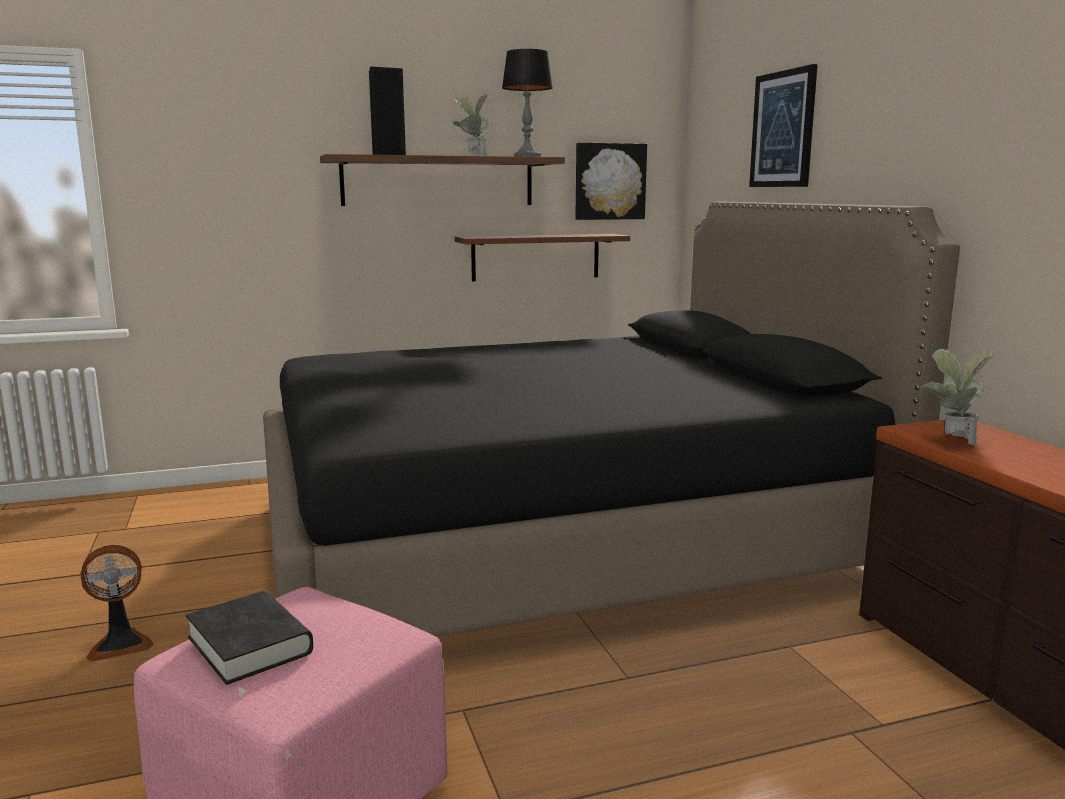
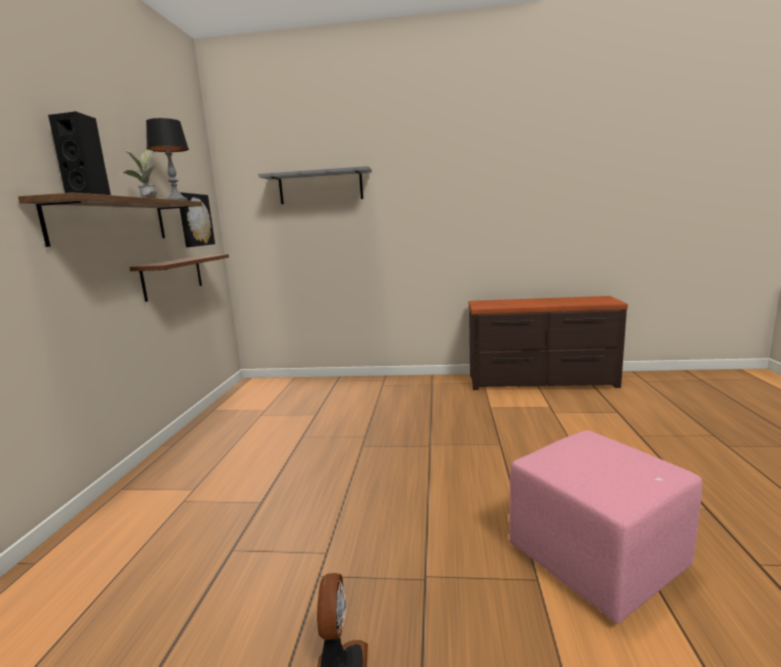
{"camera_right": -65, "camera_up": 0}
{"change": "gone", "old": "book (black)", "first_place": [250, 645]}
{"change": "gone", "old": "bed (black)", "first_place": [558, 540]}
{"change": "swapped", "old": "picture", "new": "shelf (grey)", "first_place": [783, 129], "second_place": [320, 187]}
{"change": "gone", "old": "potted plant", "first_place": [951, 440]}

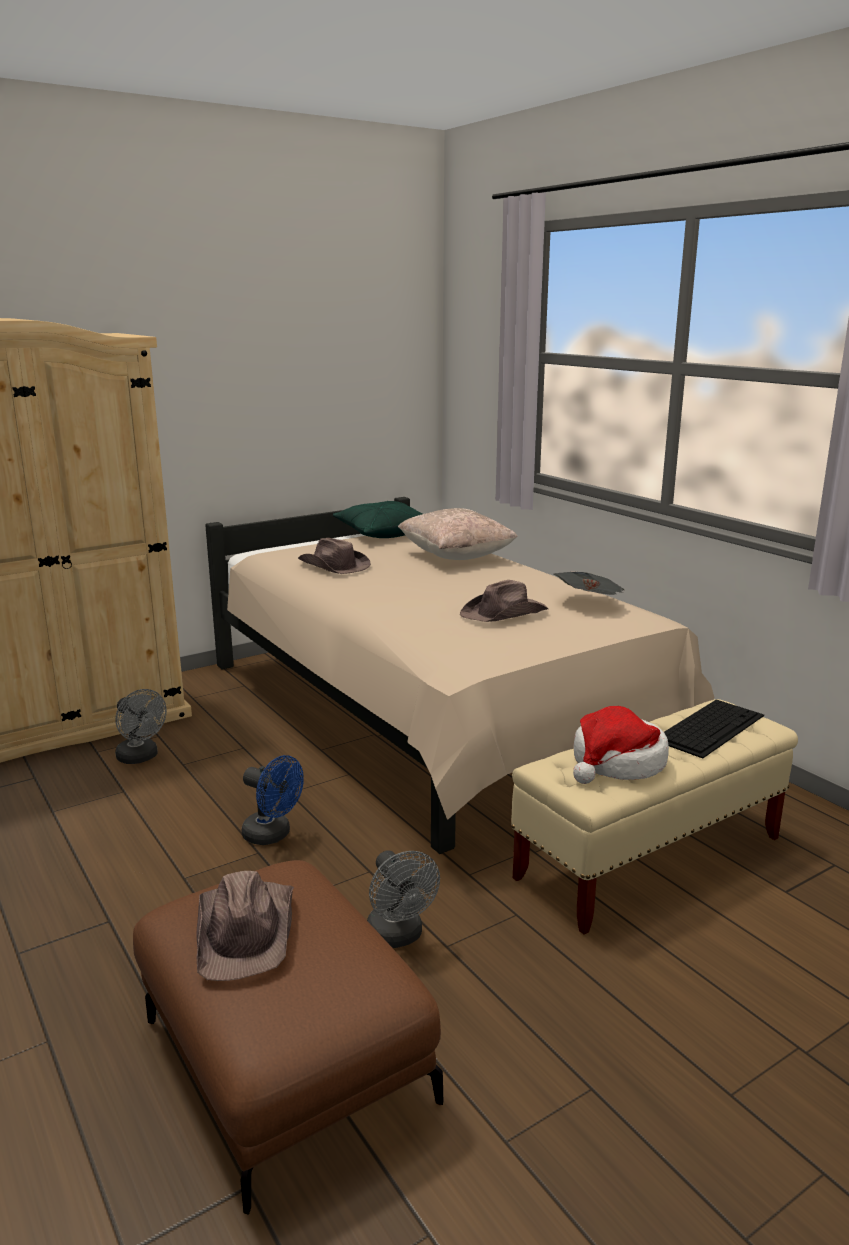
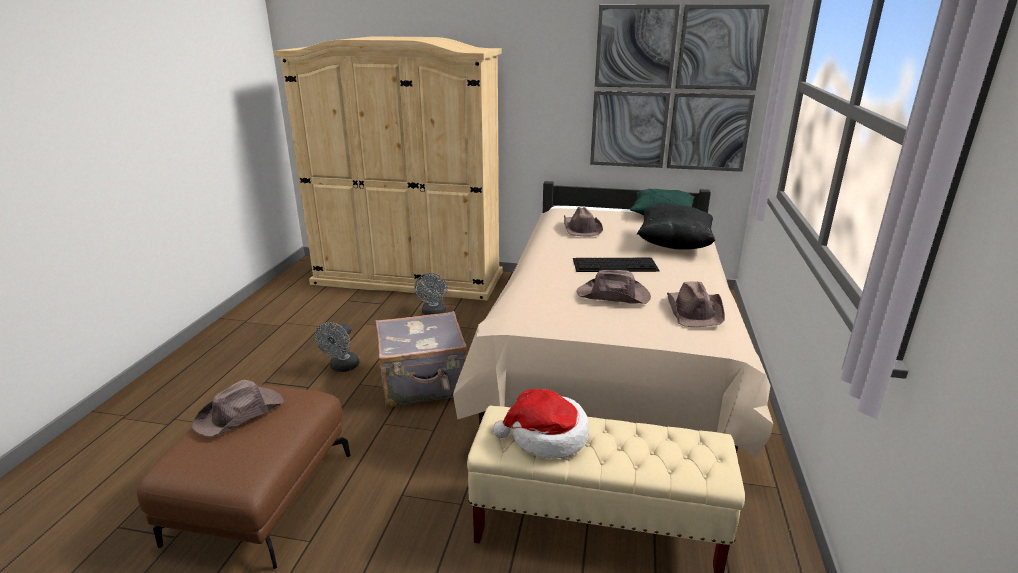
{"camera_right": 45, "camera_up": 5}
{"change": "swapped", "old": "fan (blue)", "new": "suitcase (grey)", "first_place": [273, 835], "second_place": [424, 384]}
{"change": "shifted", "old": "fan (grey)", "first_place": [399, 937], "second_place": [342, 367]}
{"change": "repainted", "old": "pillow (beige)", "new": "pillow (black)", "first_place": [456, 557], "second_place": [674, 245]}
{"change": "swapped", "old": "newspaper", "new": "hat (brown)", "first_place": [590, 602], "second_place": [695, 310]}
{"change": "shifted", "old": "keyboard", "first_place": [710, 727], "second_place": [615, 264]}
{"change": "new", "new": "picture", "second_place": [672, 90]}

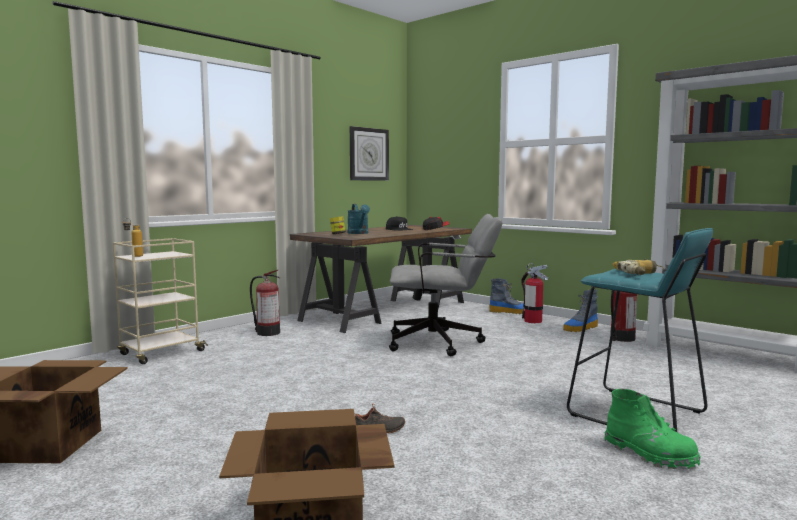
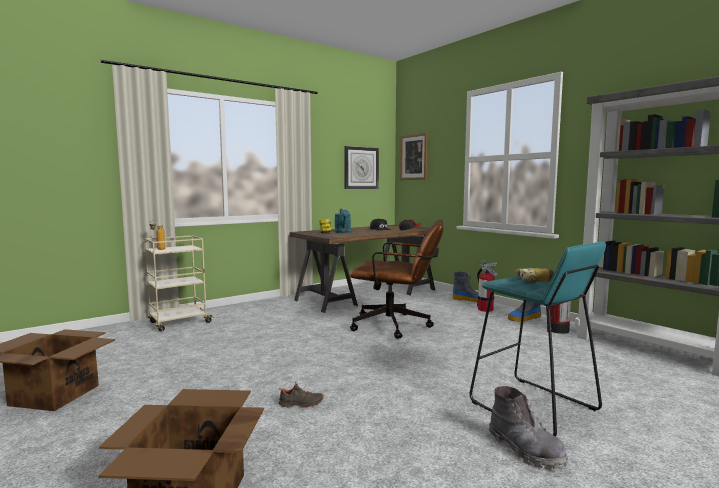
{"camera_right": 10, "camera_up": 0}
{"change": "gone", "old": "fire extinguisher", "first_place": [267, 333]}
{"change": "repainted", "old": "office chair (grey)", "new": "office chair (brown)", "first_place": [443, 343], "second_place": [397, 326]}
{"change": "repainted", "old": "boot (green)", "new": "boot (grey)", "first_place": [649, 454], "second_place": [525, 449]}
{"change": "new", "new": "picture", "second_place": [413, 157]}

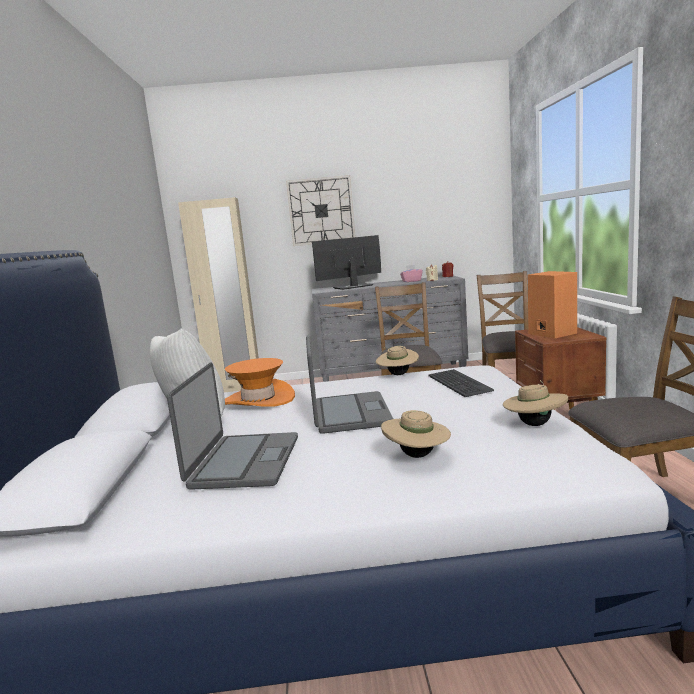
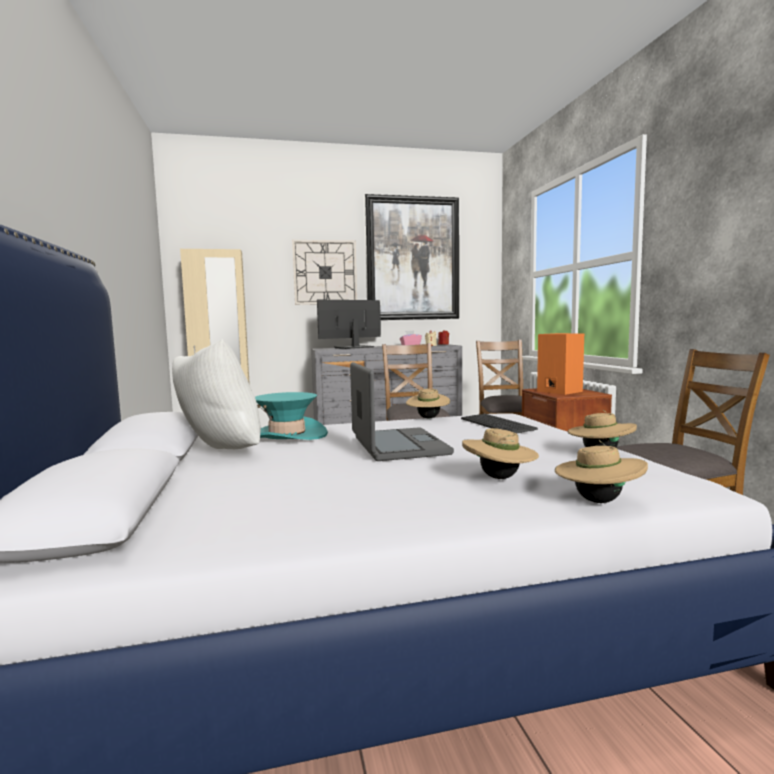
{"camera_right": -10, "camera_up": -5}
{"change": "gone", "old": "laptop", "first_place": [244, 462]}
{"change": "repainted", "old": "hat (orange)", "new": "hat (turquoise)", "first_place": [258, 400], "second_place": [287, 435]}
{"change": "new", "new": "picture", "second_place": [412, 259]}
{"change": "new", "new": "hat (beige)", "second_place": [598, 501]}

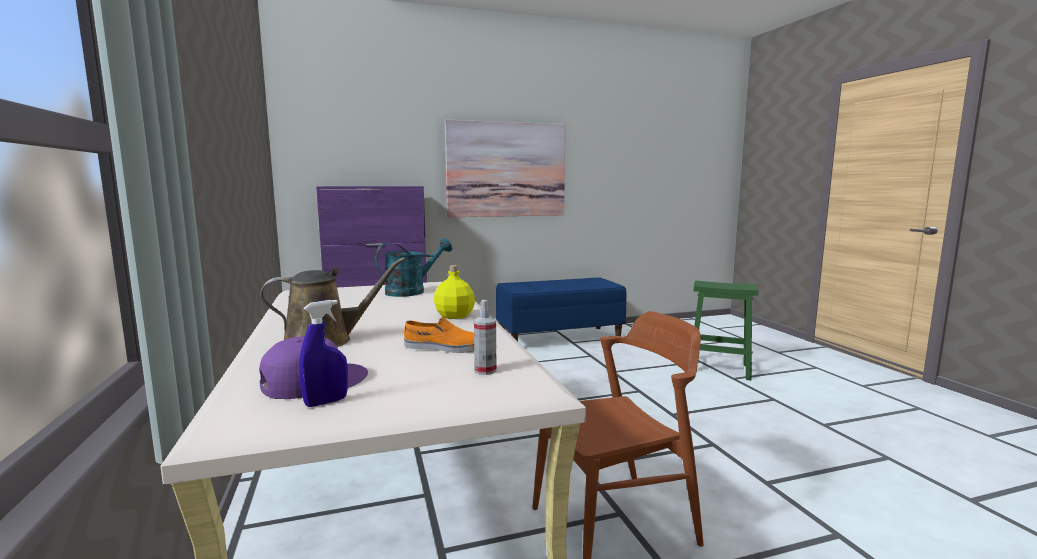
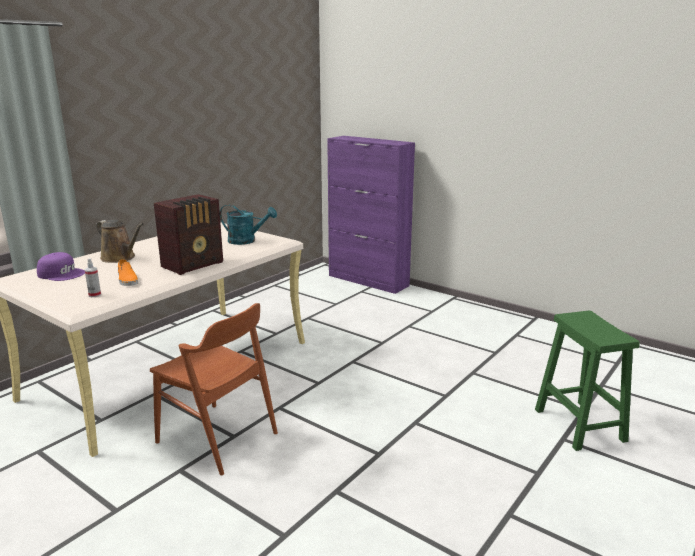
{"camera_right": 55, "camera_up": 10}
{"change": "gone", "old": "spray bottle (blue)", "first_place": [326, 402]}
{"change": "swapped", "old": "bottle (yellow)", "new": "radio", "first_place": [454, 316], "second_place": [194, 265]}
{"change": "gone", "old": "picture", "first_place": [506, 169]}
{"change": "gone", "old": "bench (blue)", "first_place": [559, 338]}

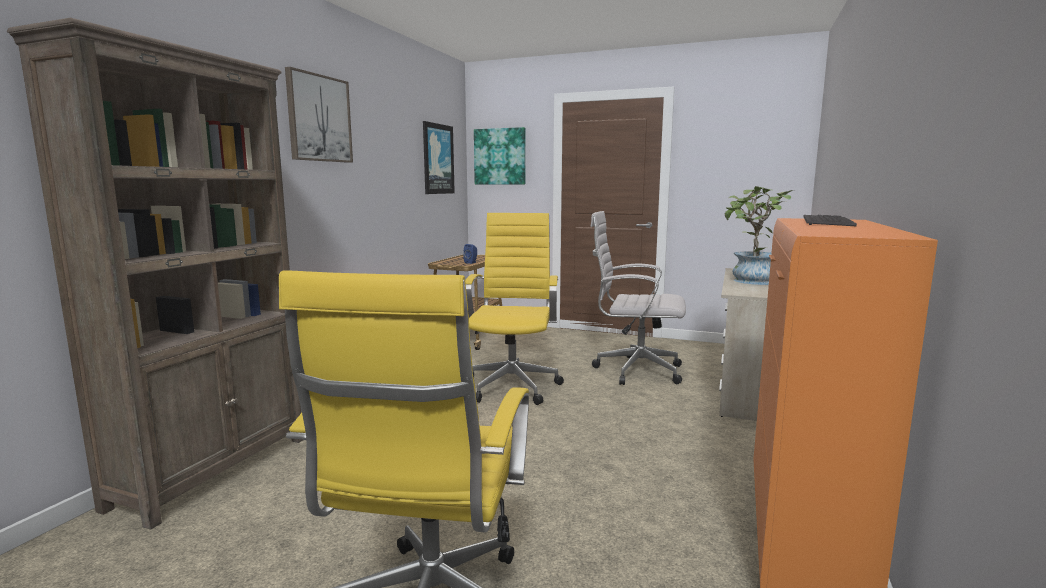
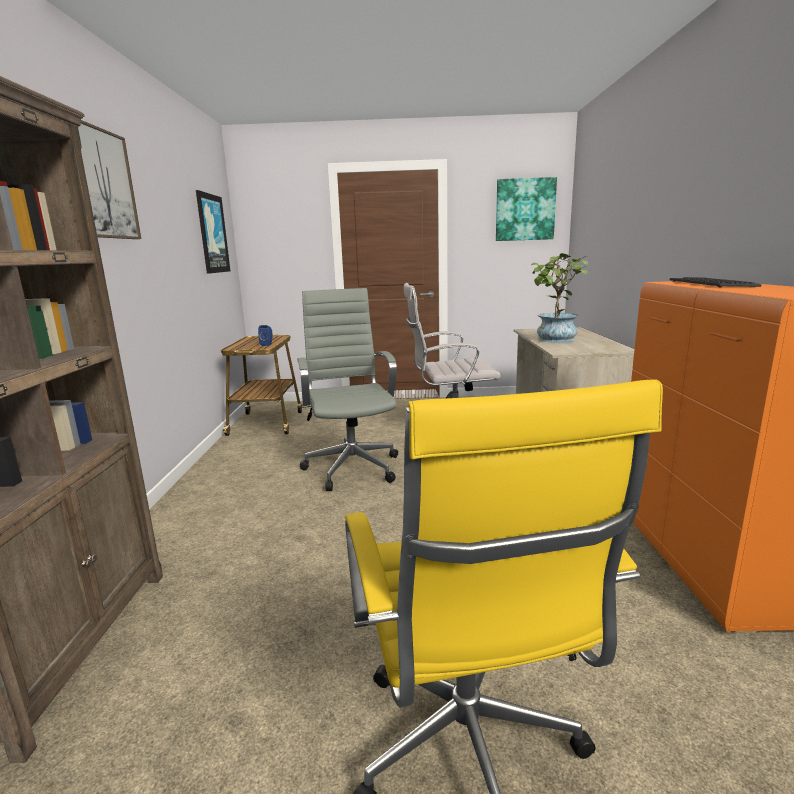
{"camera_right": -20, "camera_up": 5}
{"change": "repainted", "old": "office chair (yellow)", "new": "office chair (grey)", "first_place": [513, 386], "second_place": [352, 466]}
{"change": "shifted", "old": "picture", "first_place": [500, 156], "second_place": [525, 209]}

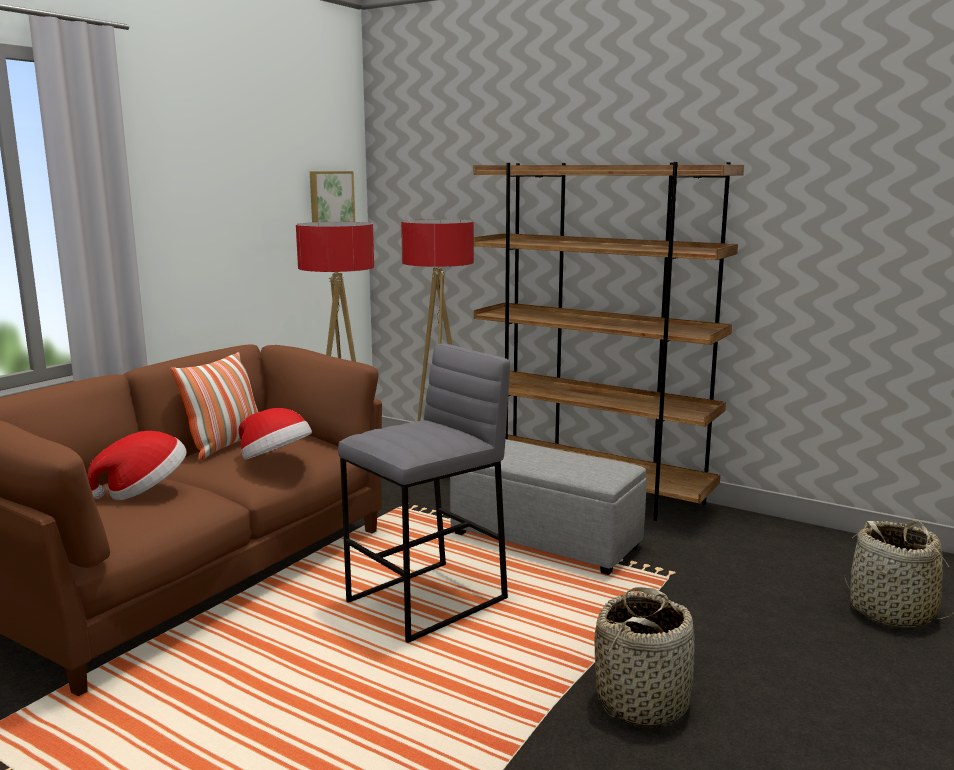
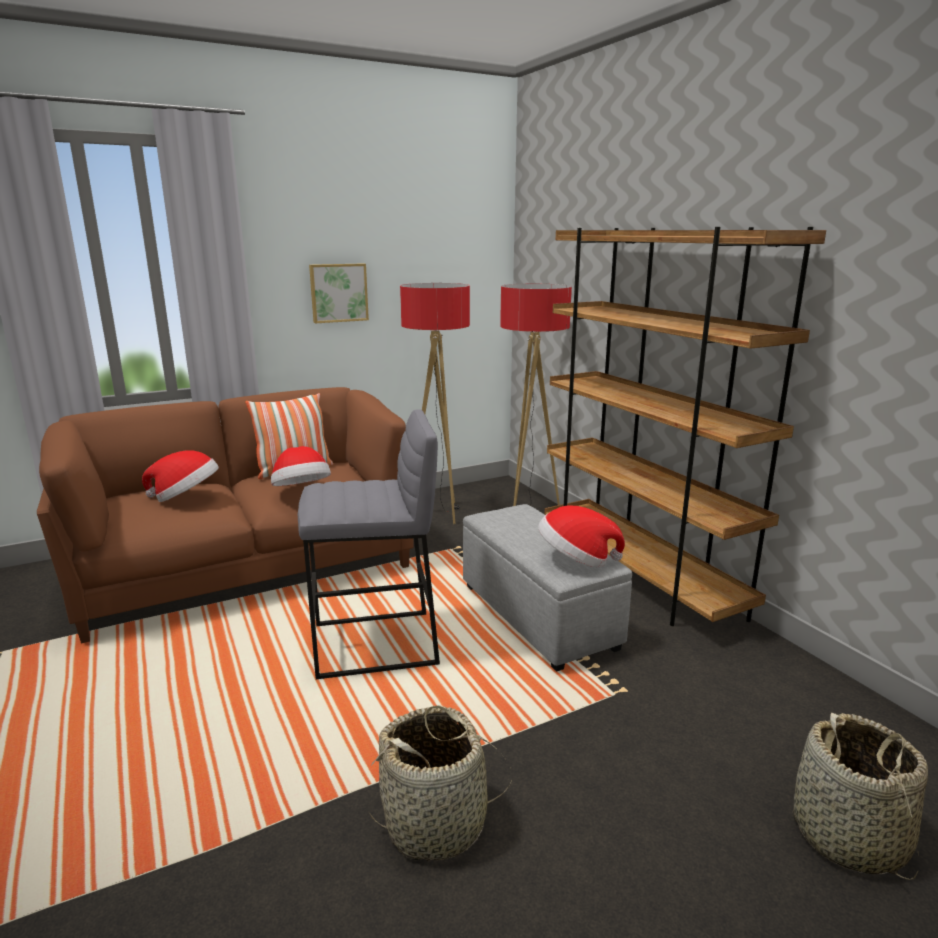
{"camera_right": 30, "camera_up": 5}
{"change": "shifted", "old": "picture", "first_place": [330, 200], "second_place": [338, 292]}
{"change": "new", "new": "hat", "second_place": [576, 560]}

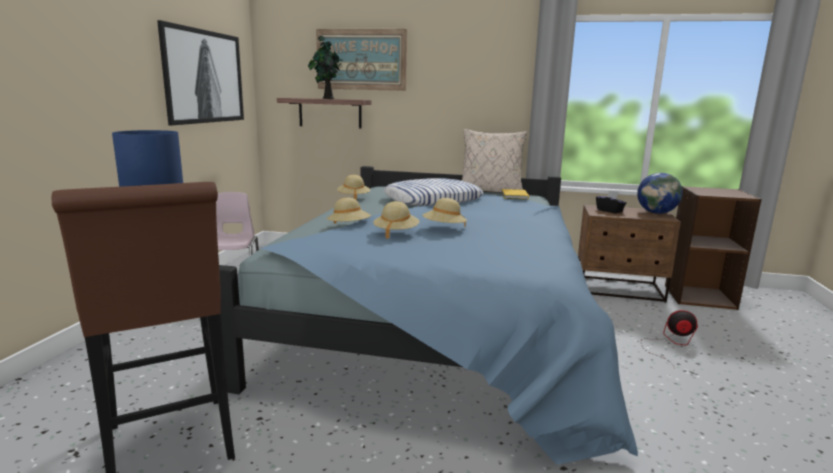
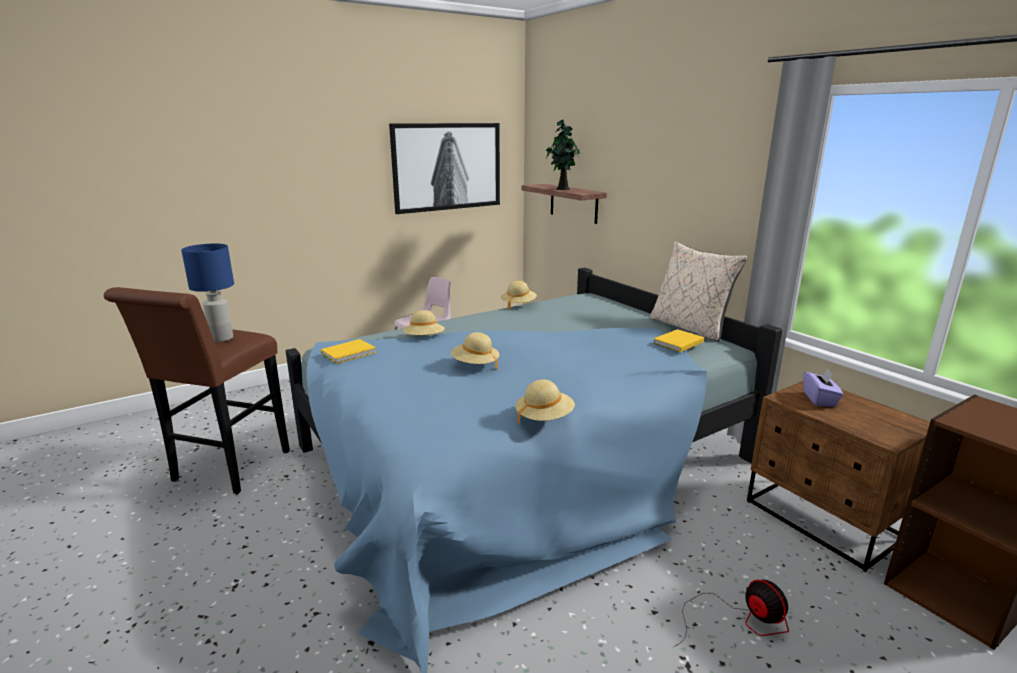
{"camera_right": 45, "camera_up": 5}
{"change": "gone", "old": "picture", "first_place": [361, 59]}
{"change": "shifted", "old": "hat (beige)", "first_place": [396, 233], "second_place": [544, 418]}
{"change": "gone", "old": "pillow", "first_place": [433, 200]}
{"change": "repainted", "old": "tissue box (black)", "new": "tissue box (purple)", "first_place": [609, 211], "second_place": [819, 399]}
{"change": "gone", "old": "globe", "first_place": [656, 213]}
{"change": "new", "new": "book (yellow)", "second_place": [350, 353]}

